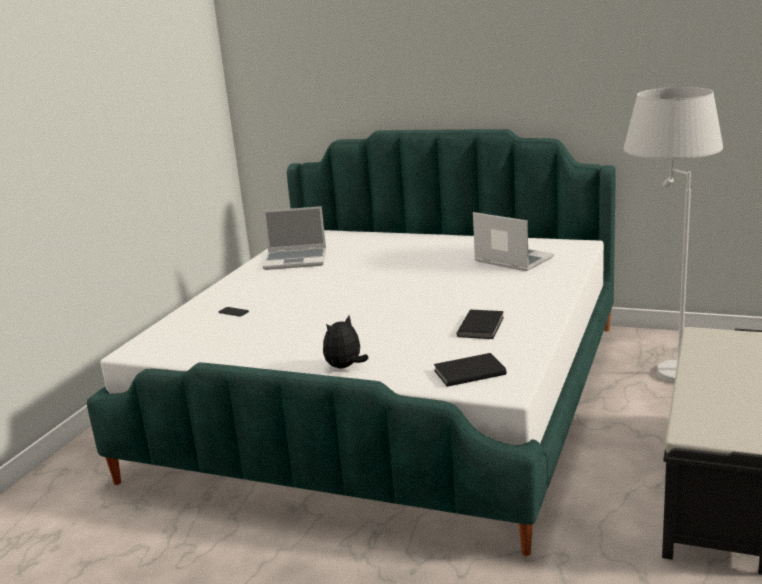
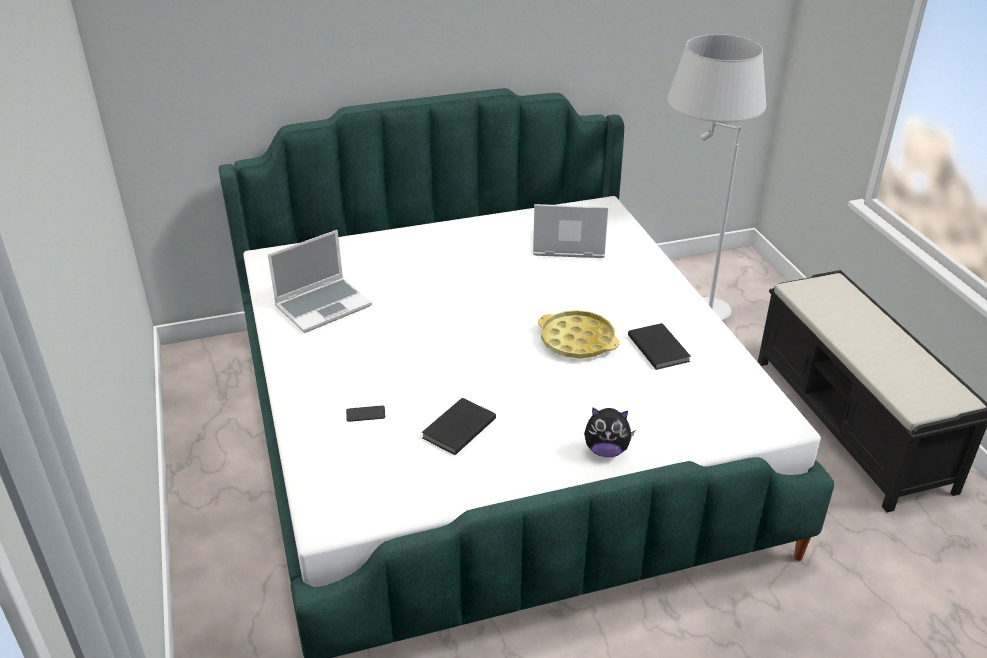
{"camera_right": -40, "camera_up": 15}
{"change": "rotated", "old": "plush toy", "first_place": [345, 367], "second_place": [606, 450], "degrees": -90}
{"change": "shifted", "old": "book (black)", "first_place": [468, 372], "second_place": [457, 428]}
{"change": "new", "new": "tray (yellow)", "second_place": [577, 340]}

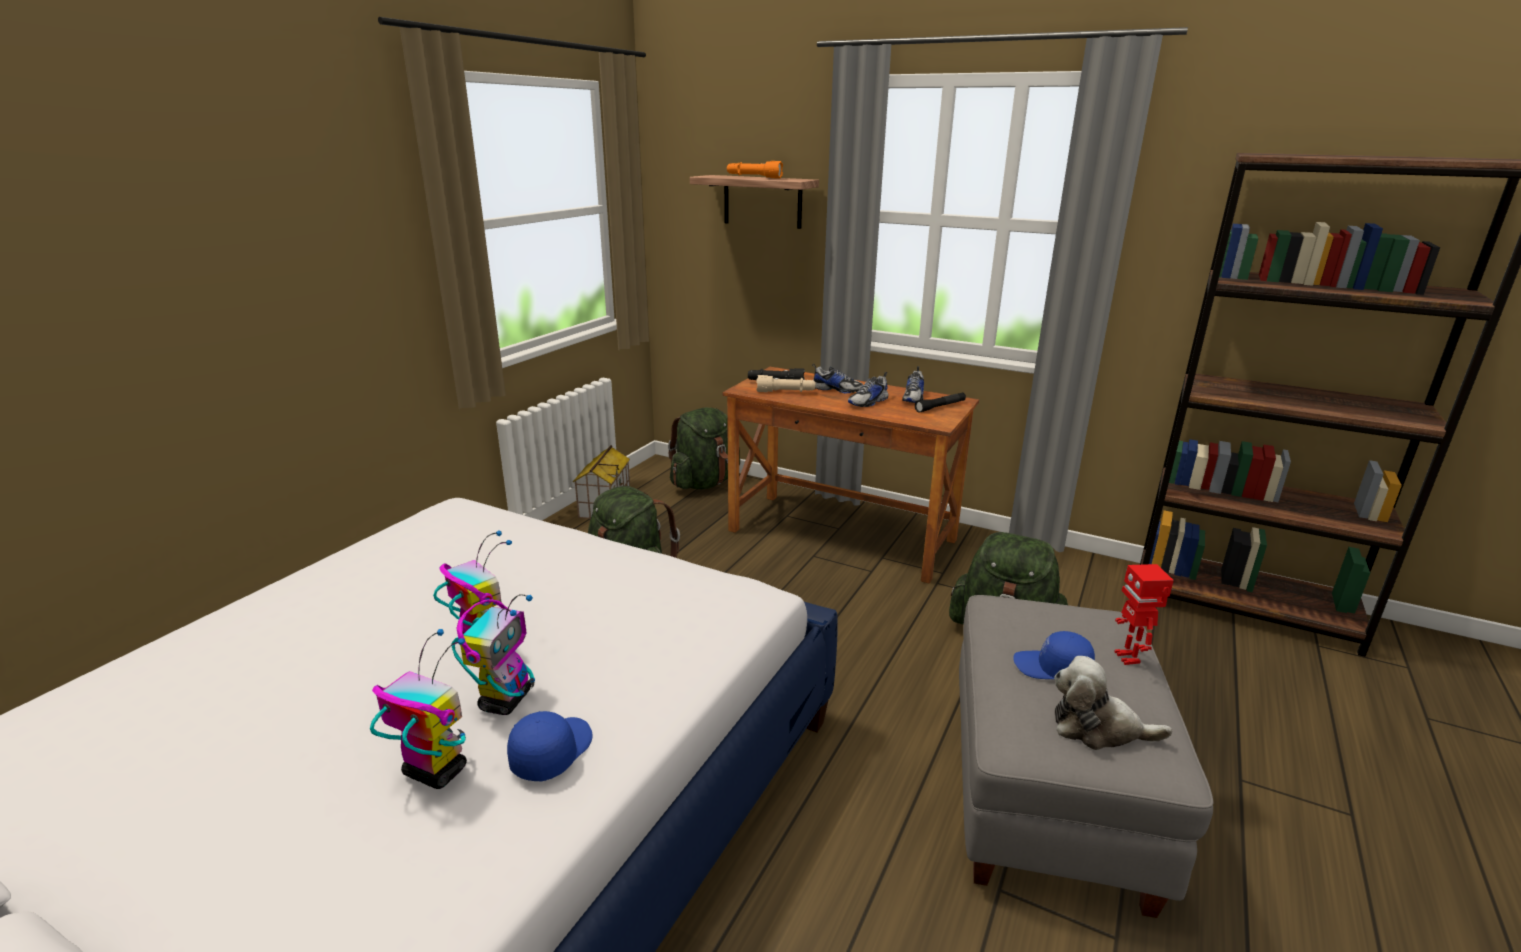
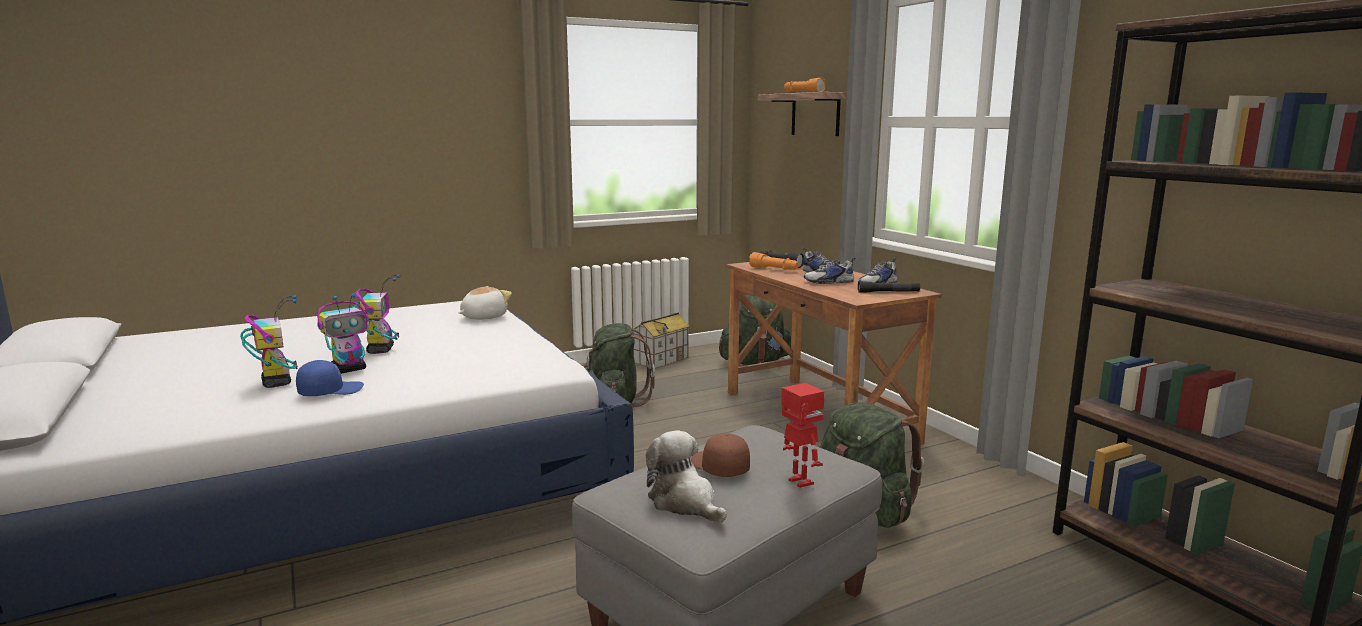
{"camera_right": 35, "camera_up": -10}
{"change": "repainted", "old": "flashlight (beige)", "new": "flashlight (orange)", "first_place": [785, 392], "second_place": [774, 269]}
{"change": "repainted", "old": "cap (blue)", "new": "cap (brown)", "first_place": [1052, 669], "second_place": [718, 467]}
{"change": "rotated", "old": "toy robot", "first_place": [1128, 658], "second_place": [799, 482], "degrees": 120}
{"change": "new", "new": "plush toy", "second_place": [483, 317]}

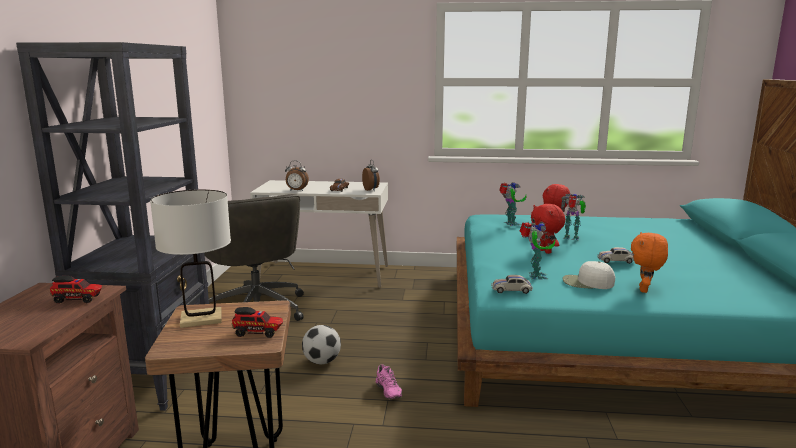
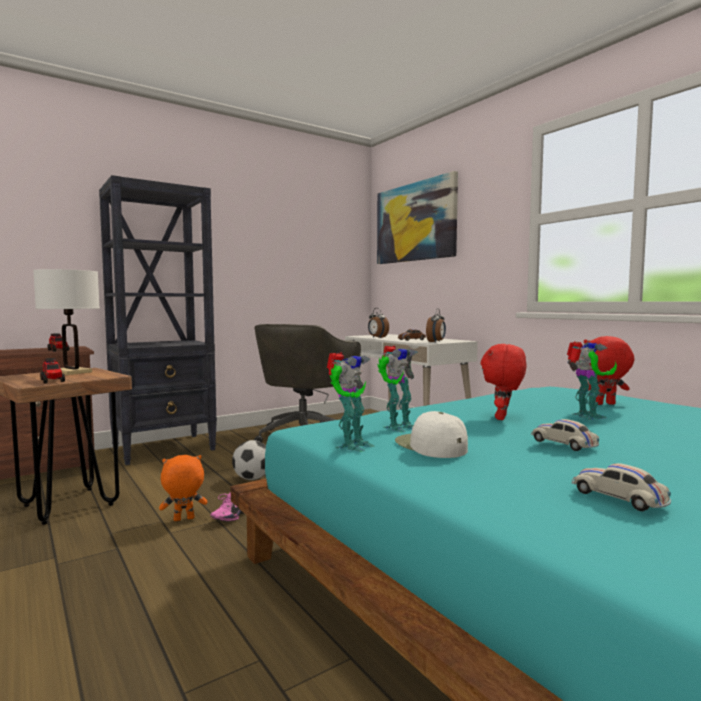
{"camera_right": 50, "camera_up": -10}
{"change": "shifted", "old": "toy car (white)", "first_place": [511, 290], "second_place": [619, 497]}
{"change": "shifted", "old": "toy robot", "first_place": [510, 224], "second_place": [350, 445]}
{"change": "shifted", "old": "plush toy (orange)", "first_place": [645, 290], "second_place": [183, 519]}
{"change": "new", "new": "picture", "second_place": [415, 222]}

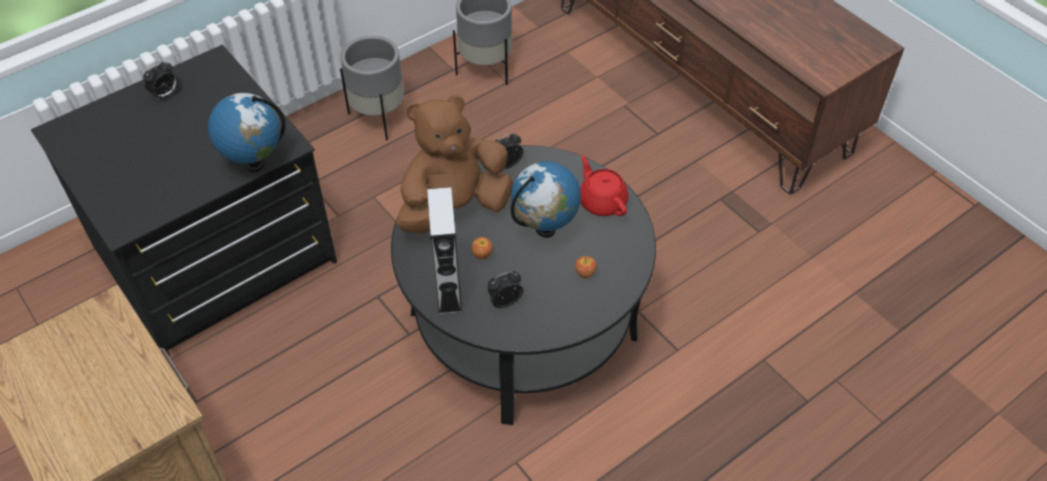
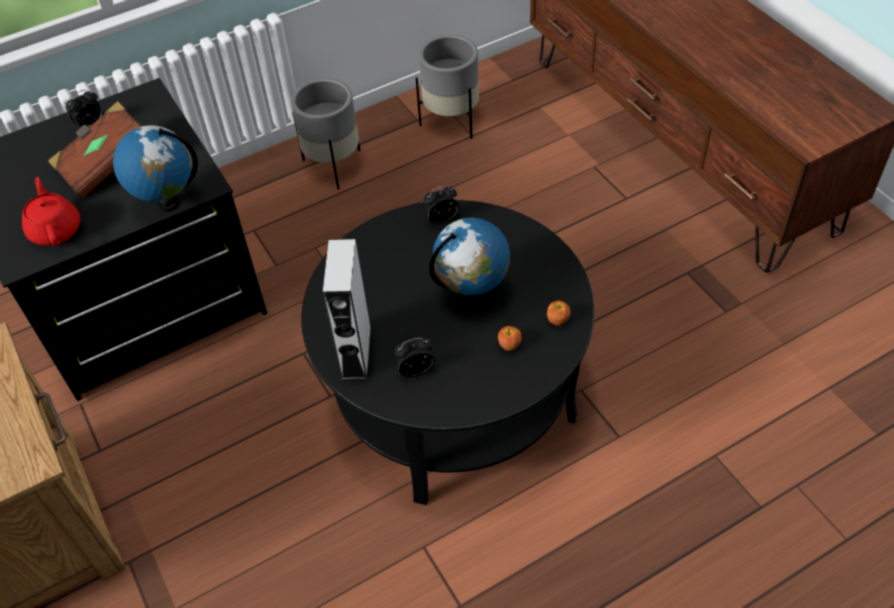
{"camera_right": 10, "camera_up": 0}
{"change": "gone", "old": "plush toy (brown)", "first_place": [453, 207]}
{"change": "shifted", "old": "apple", "first_place": [482, 254], "second_place": [558, 320]}
{"change": "shifted", "old": "teapot (red)", "first_place": [602, 201], "second_place": [56, 230]}
{"change": "new", "new": "book (brown)", "second_place": [106, 164]}

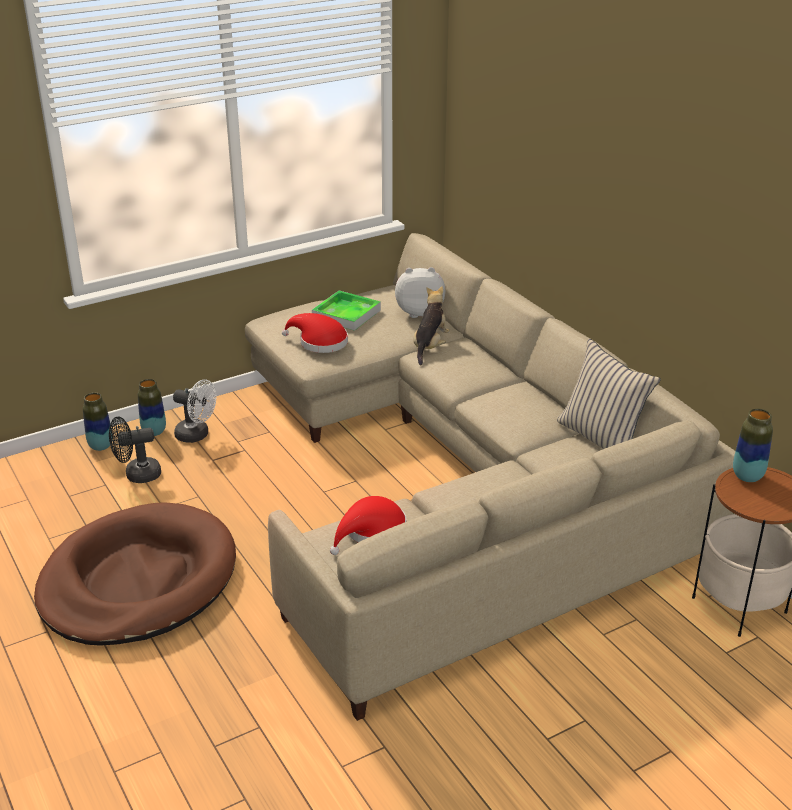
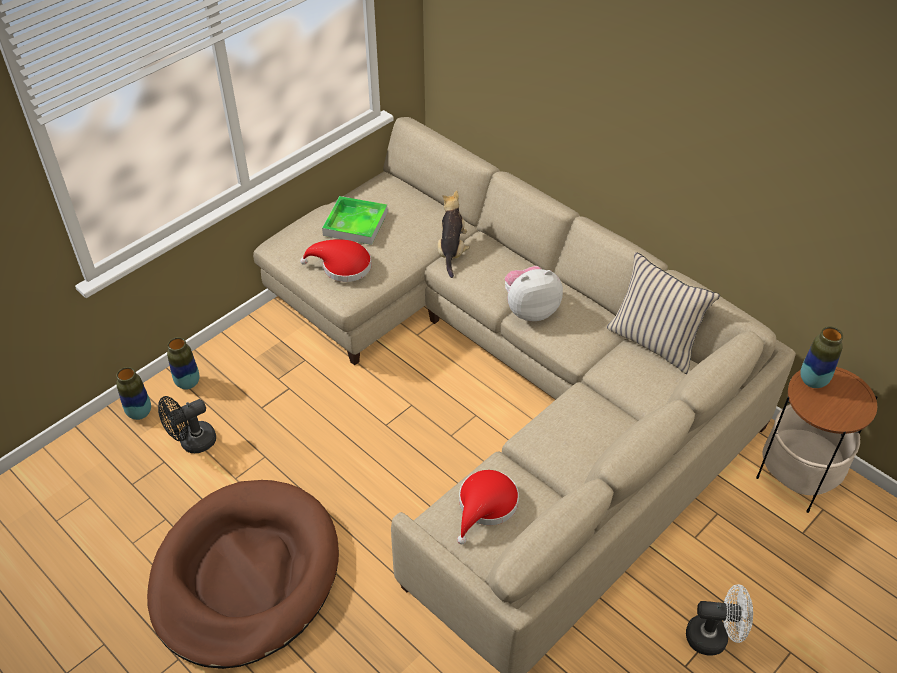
{"camera_right": -15, "camera_up": 15}
{"change": "shifted", "old": "fan (white)", "first_place": [197, 435], "second_place": [714, 637]}
{"change": "shifted", "old": "plush toy", "first_place": [419, 312], "second_place": [530, 310]}

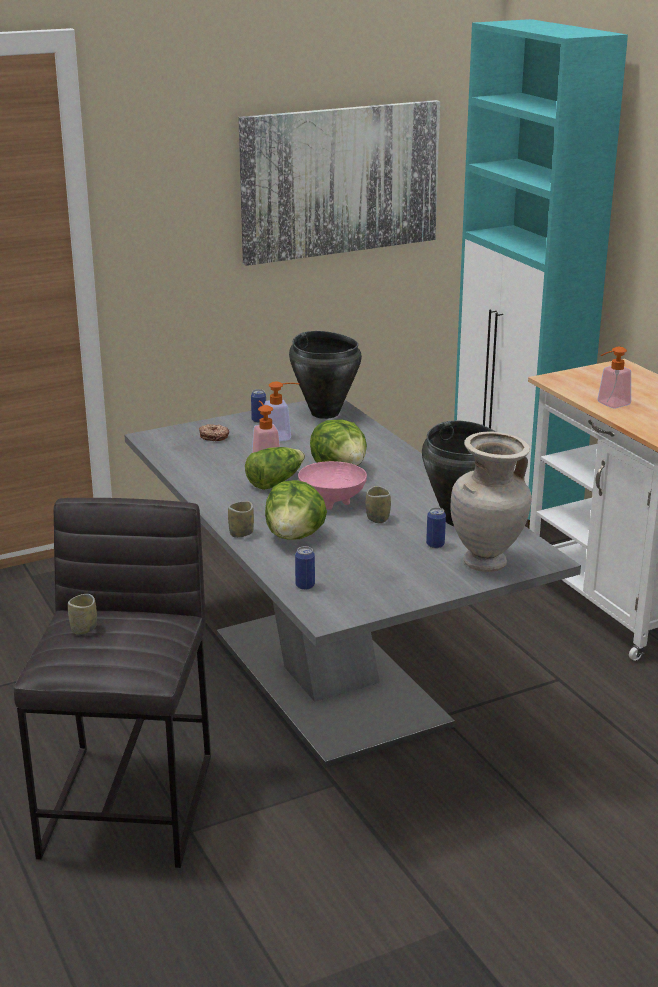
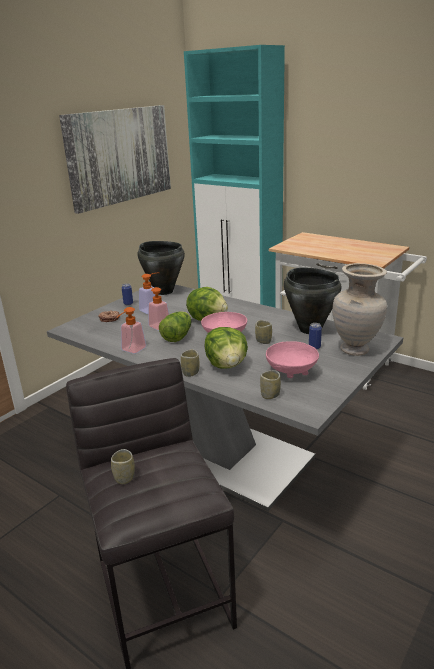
{"camera_right": -25, "camera_up": 0}
{"change": "swapped", "old": "can", "new": "cup", "first_place": [305, 585], "second_place": [270, 395]}
{"change": "shifted", "old": "soap dispenser", "first_place": [609, 404], "second_place": [131, 350]}
{"change": "new", "new": "bowl (pink)", "second_place": [290, 372]}

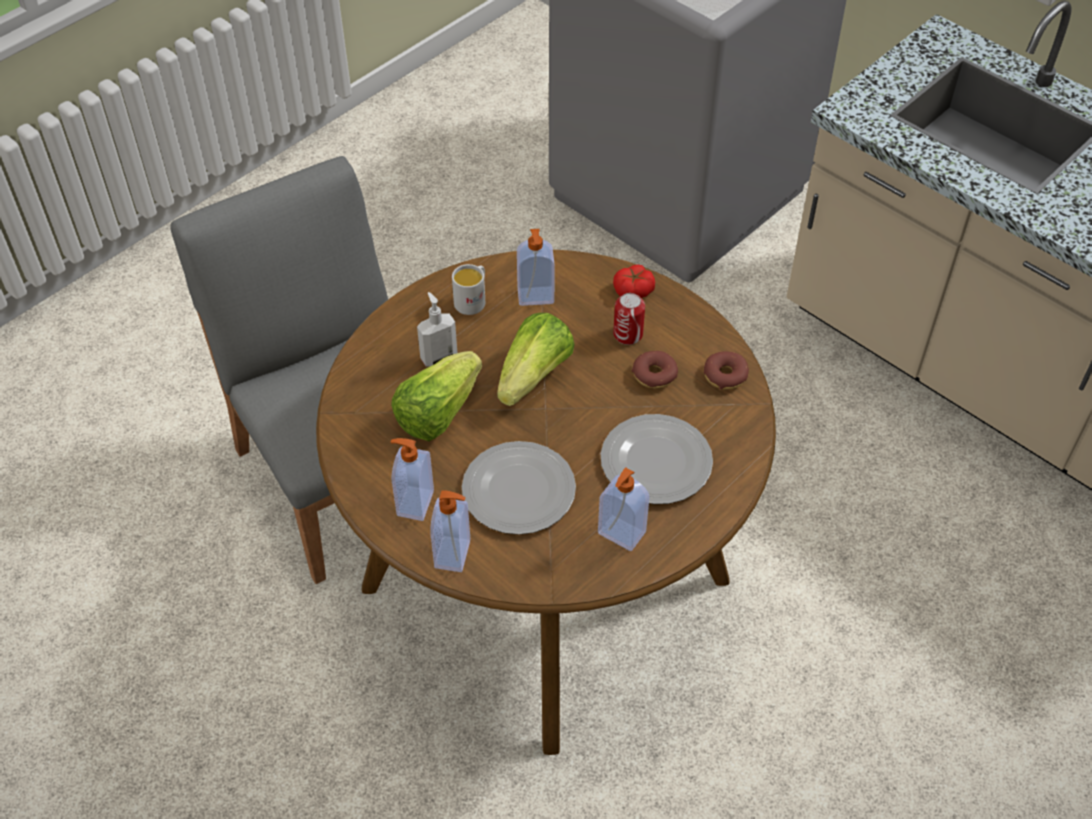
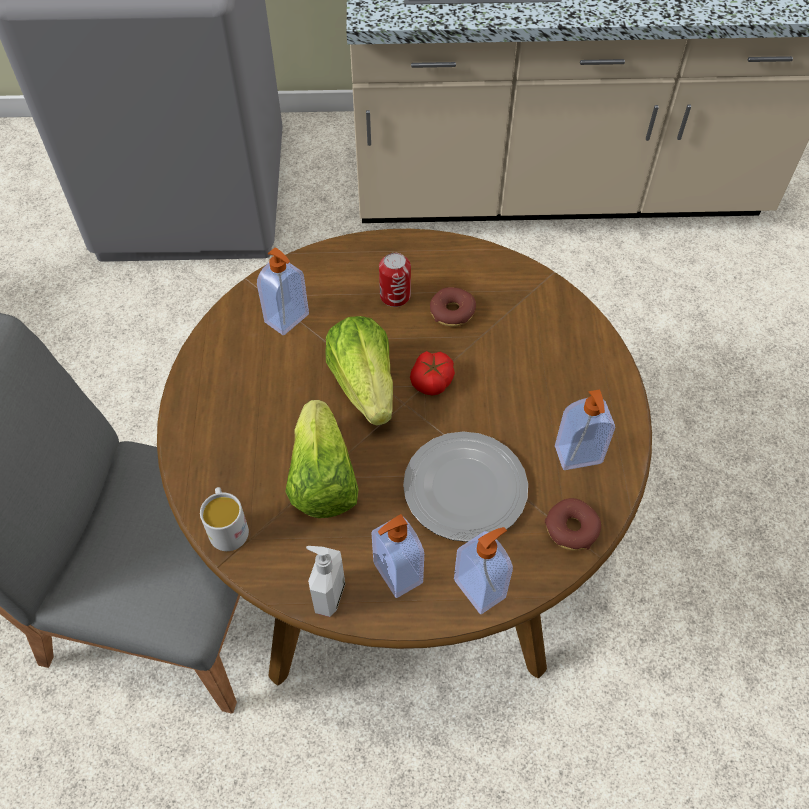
{"camera_right": -45, "camera_up": 5}
{"change": "shifted", "old": "soap dispenser", "first_place": [438, 357], "second_place": [328, 595]}
{"change": "shifted", "old": "mug (white)", "first_place": [472, 300], "second_place": [227, 527]}
{"change": "gone", "old": "plate", "first_place": [657, 462]}
{"change": "shifted", "old": "tomato", "first_place": [633, 291], "second_place": [432, 380]}
{"change": "shifted", "old": "donut", "first_place": [725, 375], "second_place": [571, 529]}

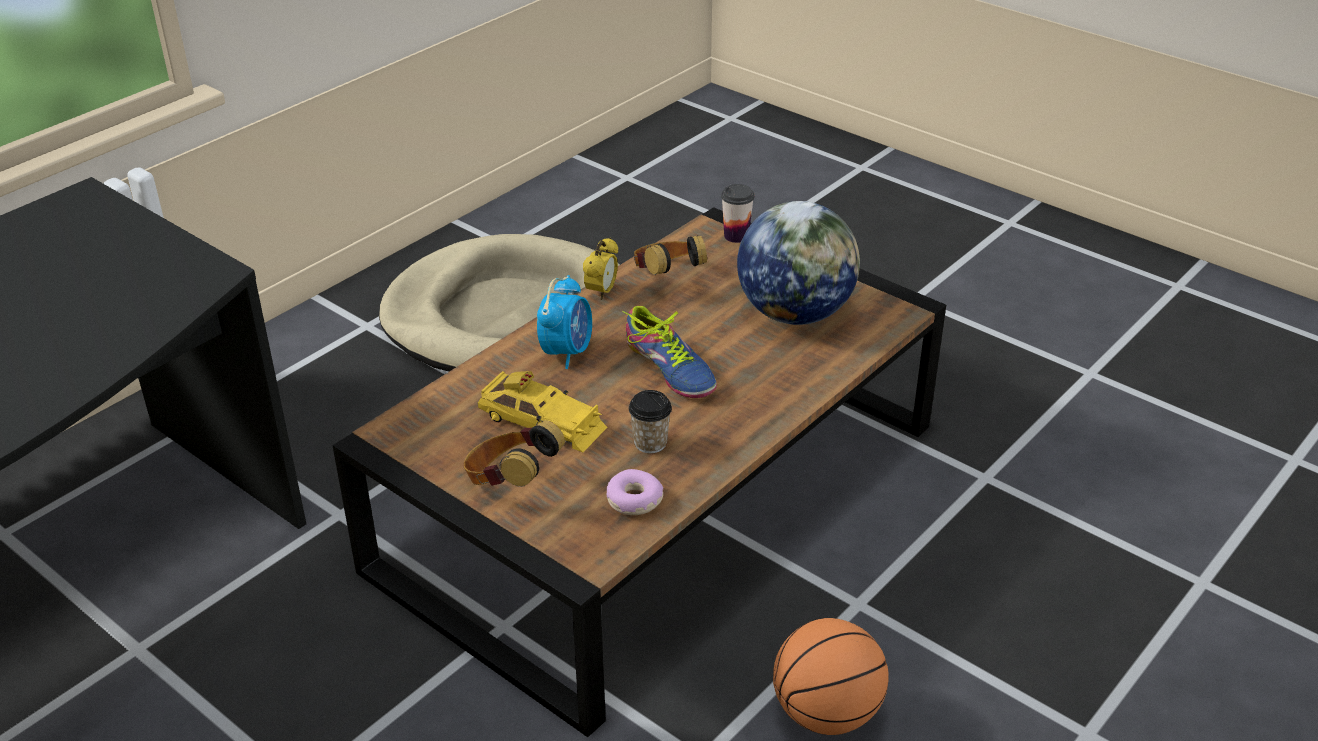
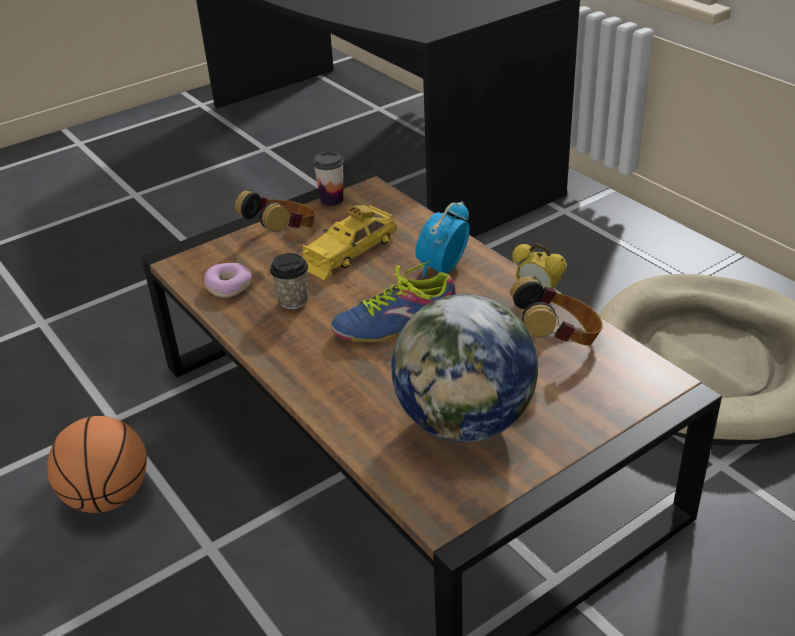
{"camera_right": 105, "camera_up": 0}
{"change": "rotated", "old": "alarm clock", "first_place": [567, 352], "second_place": [442, 269], "degrees": 90}
{"change": "shifted", "old": "cup", "first_place": [736, 236], "second_place": [332, 200]}

